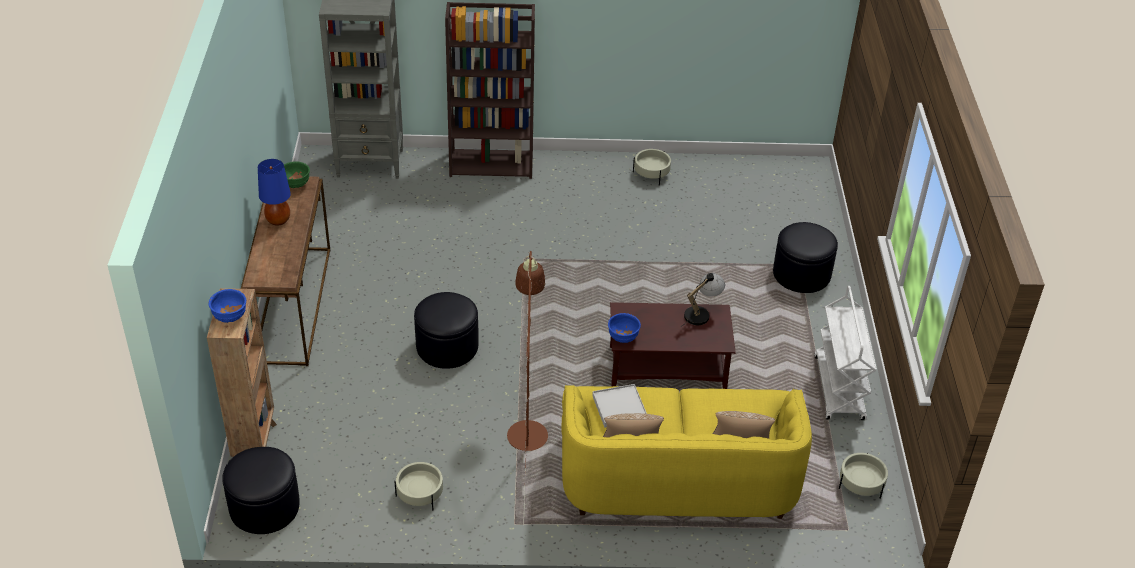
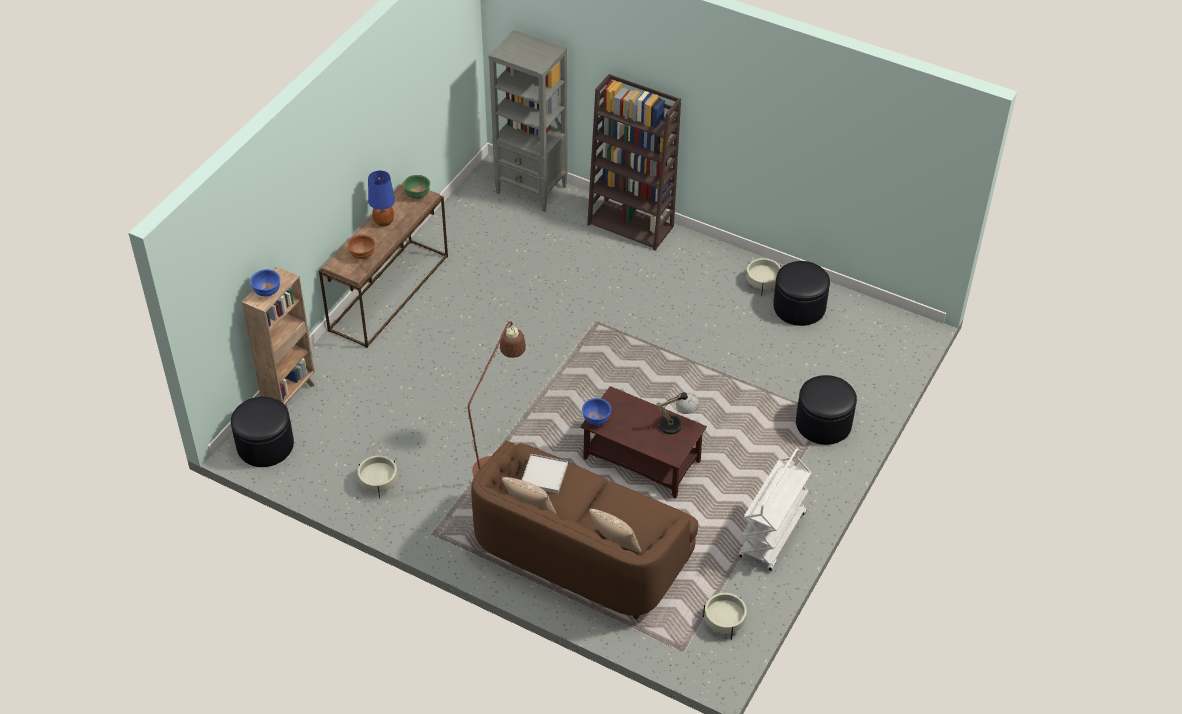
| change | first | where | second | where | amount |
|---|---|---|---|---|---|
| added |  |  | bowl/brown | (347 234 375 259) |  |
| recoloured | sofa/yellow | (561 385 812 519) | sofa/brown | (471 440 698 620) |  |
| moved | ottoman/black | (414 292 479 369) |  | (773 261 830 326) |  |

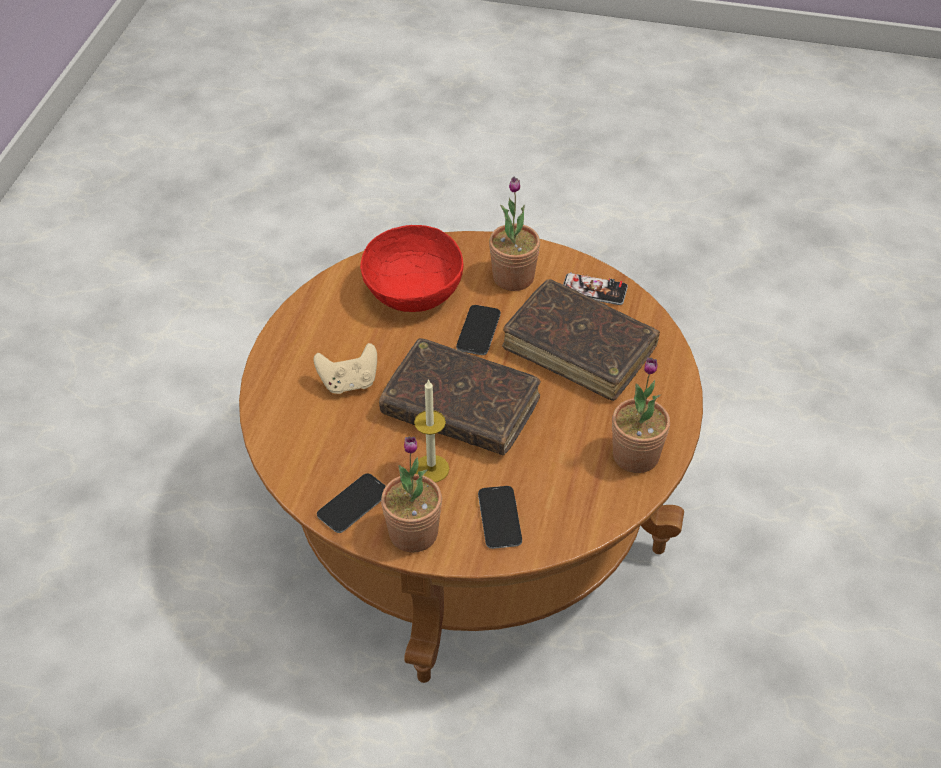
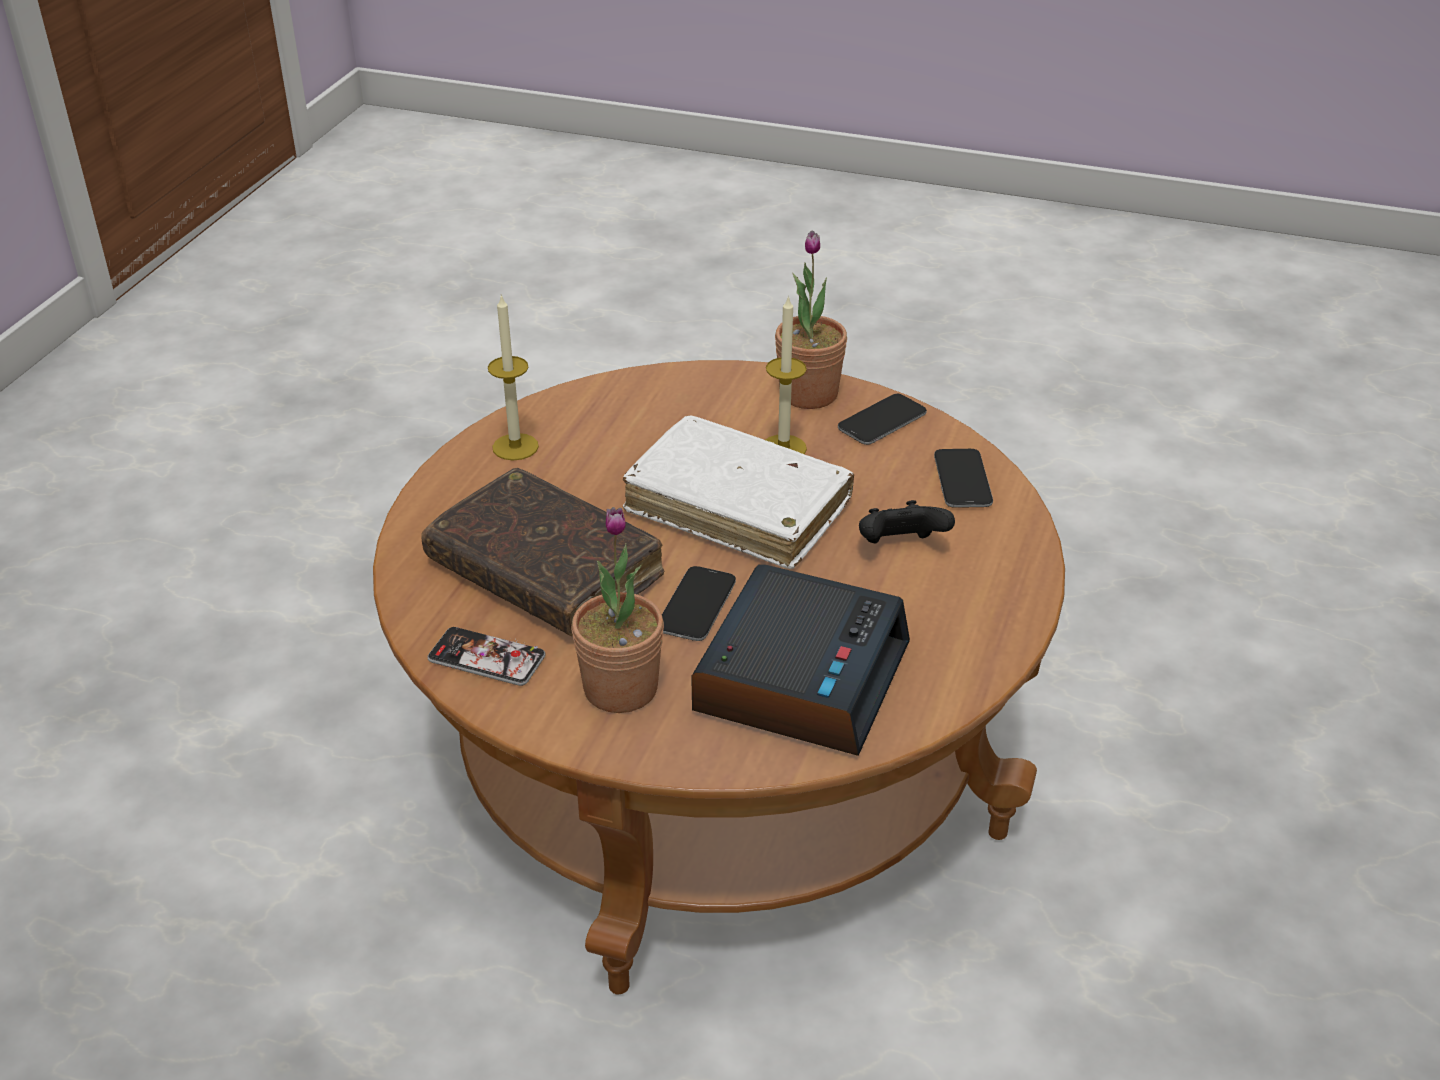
| change | first | where | second | where | amount |
|---|---|---|---|---|---|
| replaced | potted plant | (612 357 670 473) | candle | (488 295 539 460) |  |
| recoloured | book/brown | (379 338 541 456) | book/white | (623 415 854 569) |  |
| replaced | bowl/red | (360 225 464 312) | alarm clock | (691 564 910 756) |  |
| recoloured | game controller/beige | (313 343 377 394) | game controller/black | (859 500 955 544) |  |
| moved | phone | (478 486 522 549) |  | (934 449 993 508) |  |

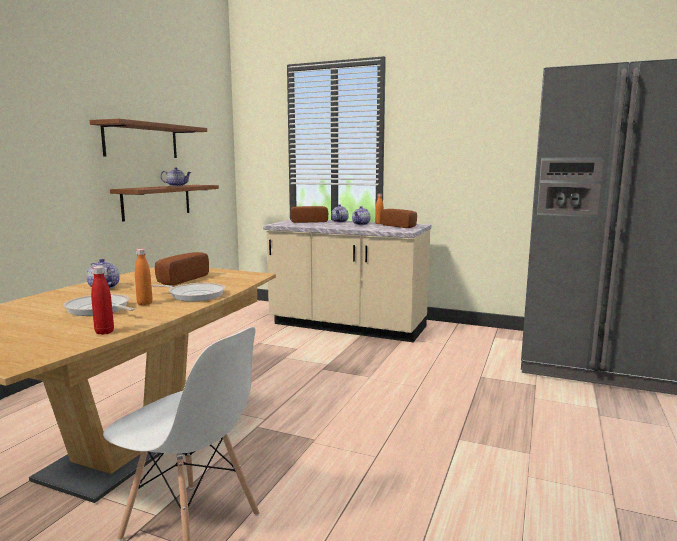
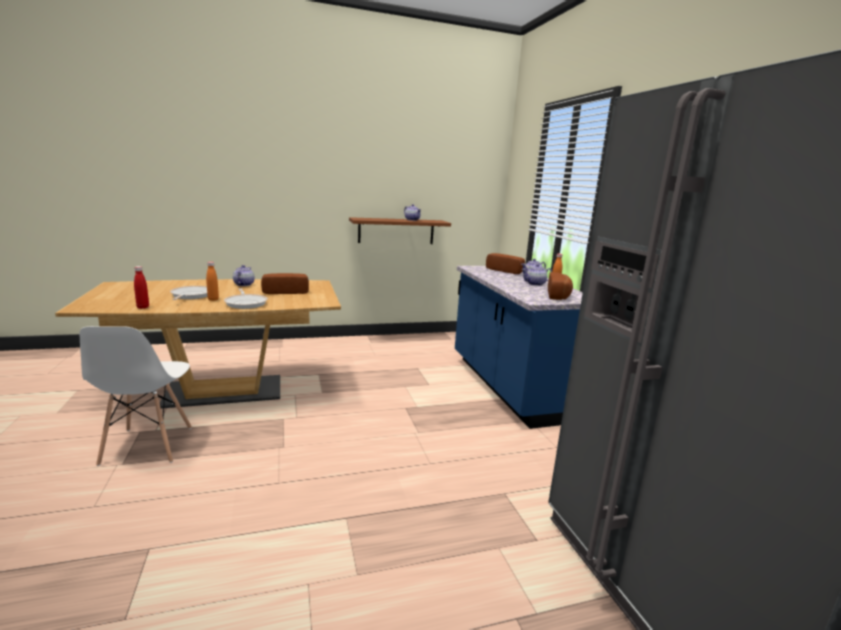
| change | first | where | second | where | amount |
|---|---|---|---|---|---|
| recoloured | counter/beige | (263 220 431 342) | counter/blue | (455 266 583 429) |  |
| removed | shelf/brown | (90 119 207 158) |  |  |  |

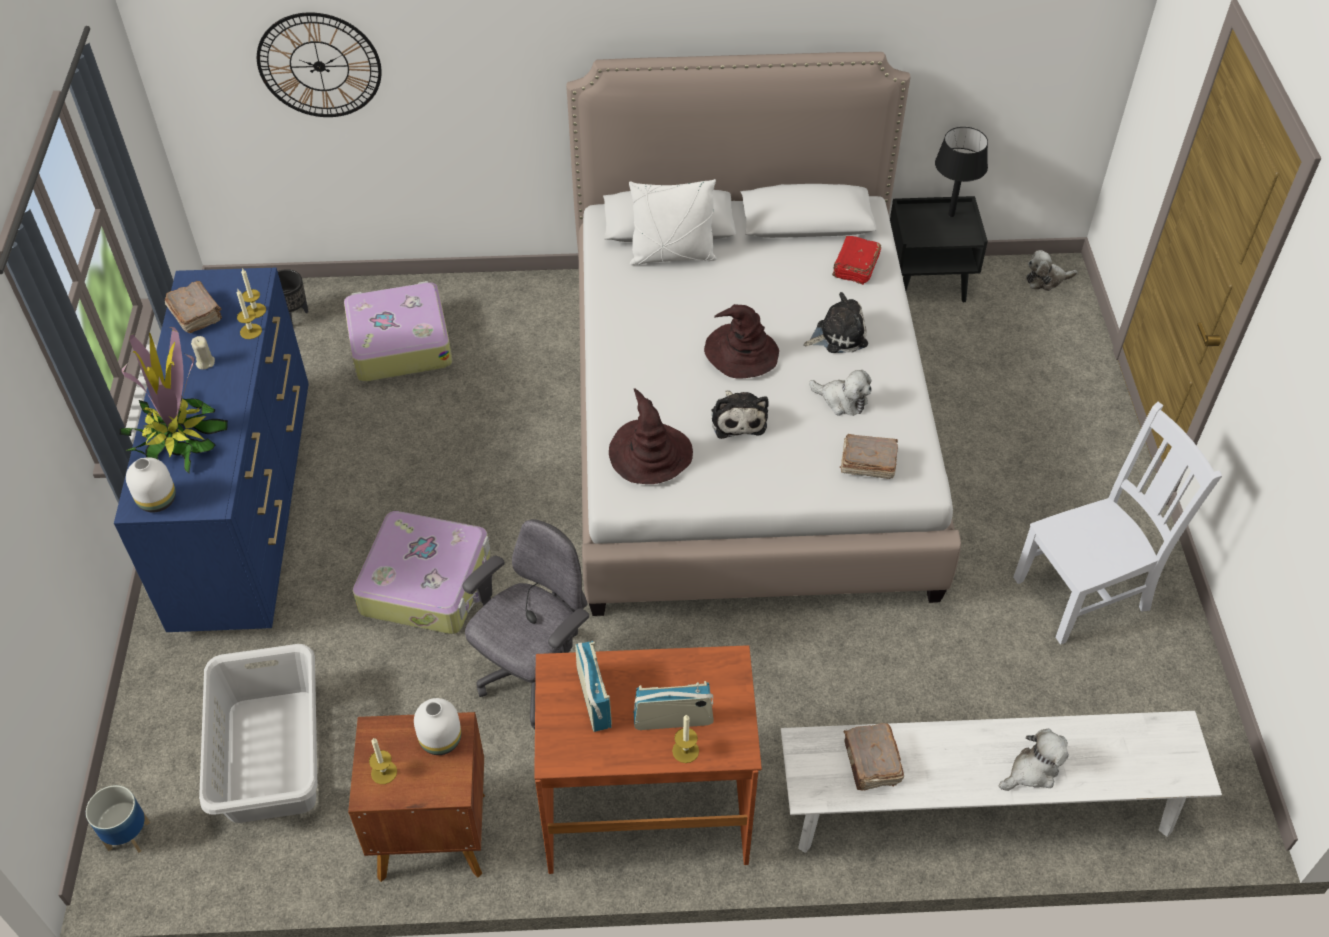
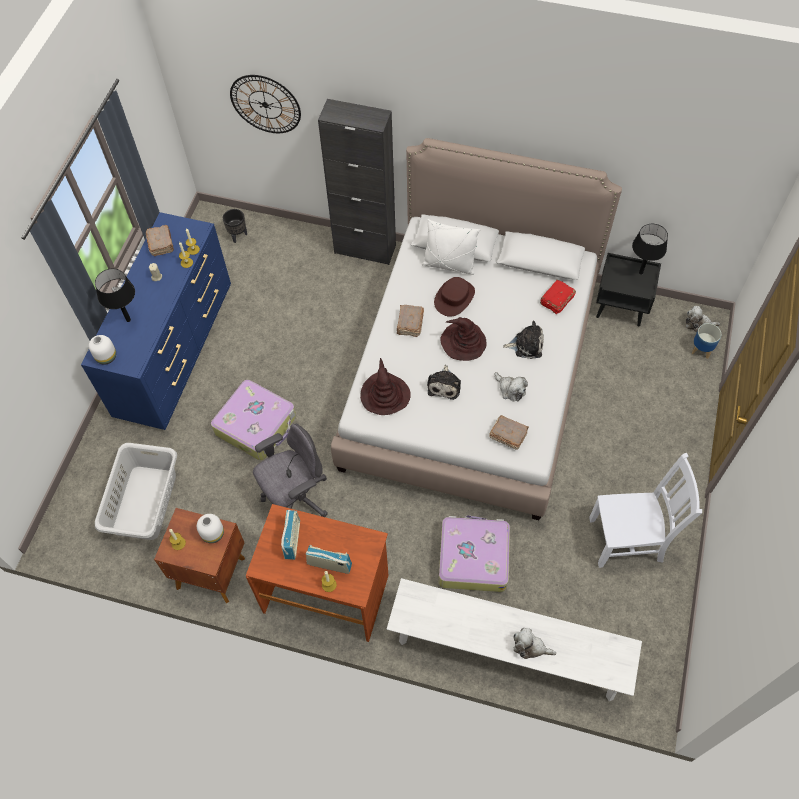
| change | first | where | second | where | amount |
|---|---|---|---|---|---|
| replaced | potted plant | (120 327 228 473) | table lamp/black | (95 268 135 322) |  |
| added |  |  | cabinet/black | (318 99 396 265) |  |
| moved | book/brown | (844 723 904 791) |  | (397 305 424 337) |  |
| added |  |  | hat/brown | (434 277 475 317) |  |
| moved | suitcase | (344 281 452 382) |  | (439 515 510 592) |  |
| turned | plush toy | (999 729 1069 791) |  | (514 628 556 659) | 150 degrees counterclockwise |
| moved | planter | (86 785 150 853) |  | (692 323 721 359) |  |

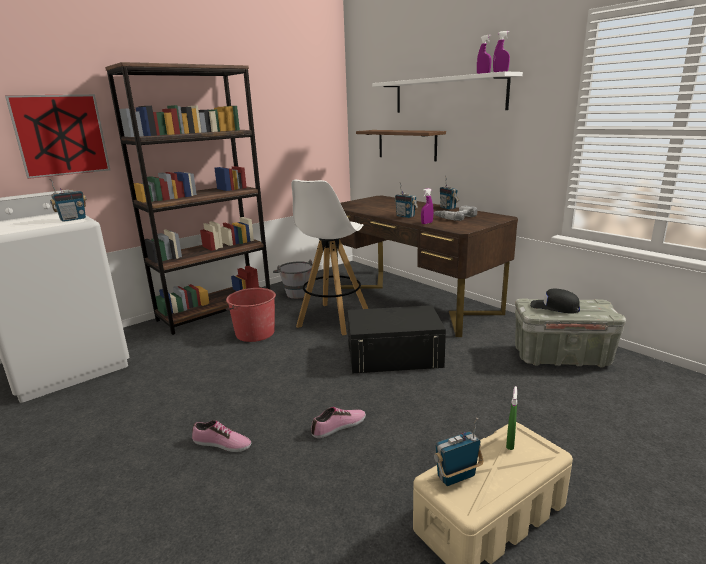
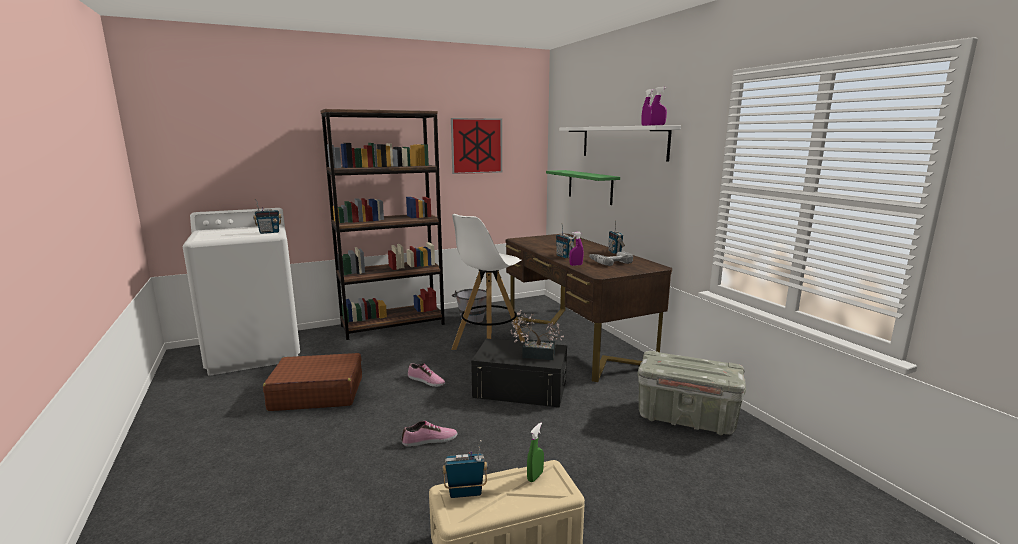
| change | first | where | second | where | amount |
|---|---|---|---|---|---|
| added |  |  | suitcase/brown | (263 353 362 411) |  |
| moved | shoe | (192 420 251 452) |  | (408 363 445 387) |  |
| moved | picture | (5 94 110 179) |  | (451 118 502 174) |  |
| added |  |  | potted plant | (510 310 564 360) |  |
| recoloured | shelf/brown | (356 130 446 161) | shelf/green | (546 170 620 205) |  |
| removed | bucket/red | (226 288 276 342) |  |  |  |
| removed | cap/black | (530 288 580 314) |  |  |  |

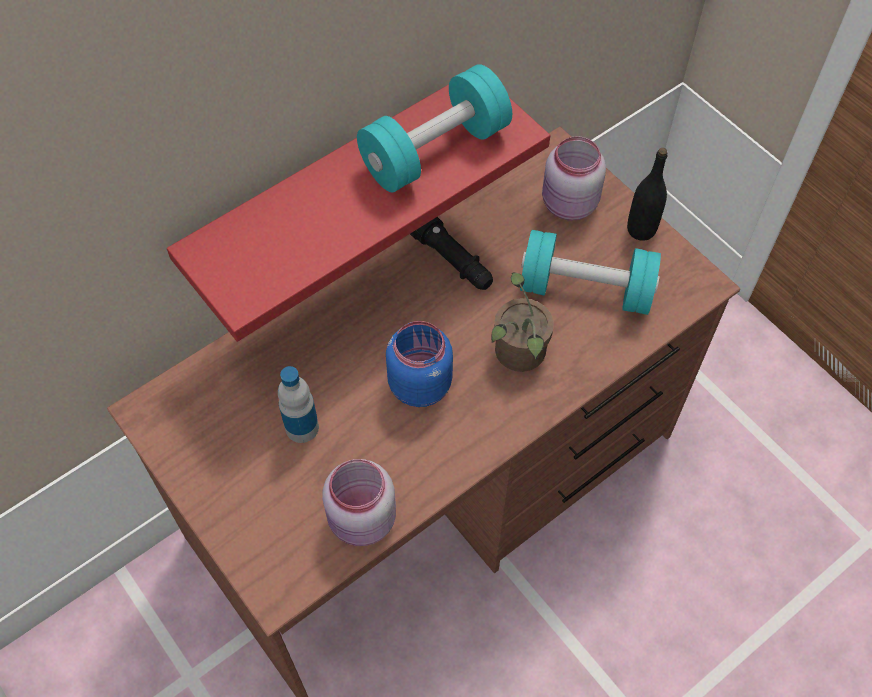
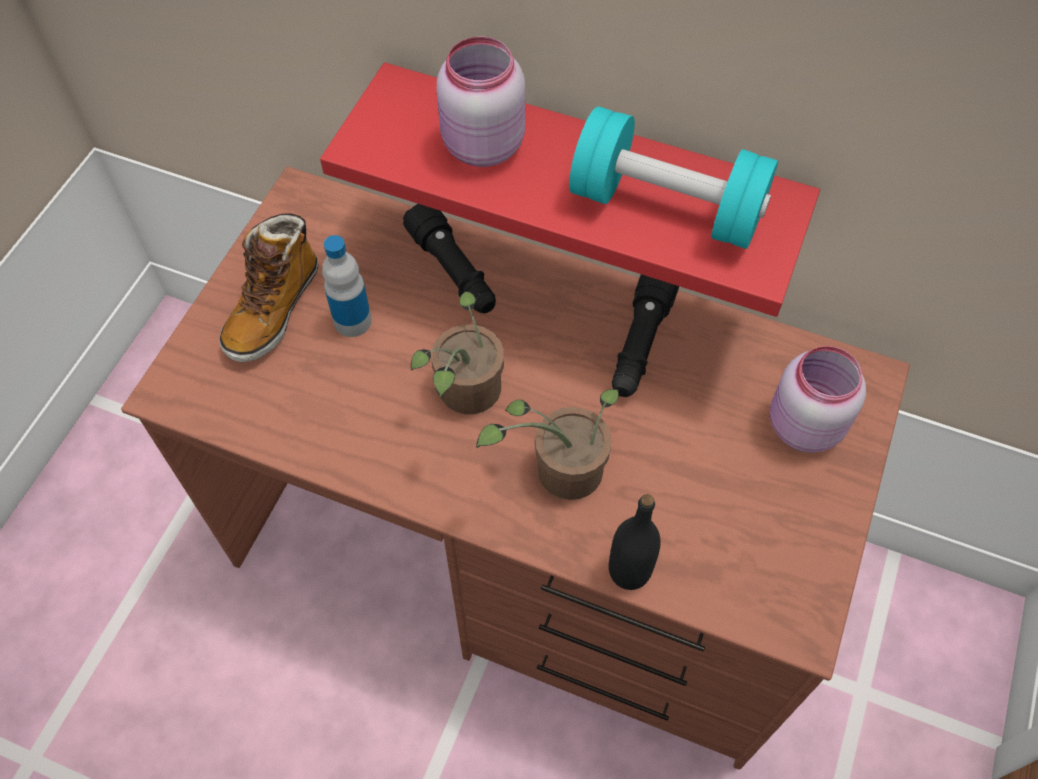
| change | first | where | second | where | amount |
|---|---|---|---|---|---|
| added |  |  | boot | (219 213 318 362) |  |
| added |  |  | flashlight/black | (403 204 496 313) |  |
| replaced | jar/blue | (386 321 453 407) | potted plant | (411 291 504 414) |  |
| moved | jar/pink | (322 459 396 546) |  | (437 37 525 167) |  |
| moved | bottle/black | (627 148 668 241) |  | (609 494 661 590) |  |
| removed | dumbbell/turquoise | (520 230 661 315) |  |  |  |

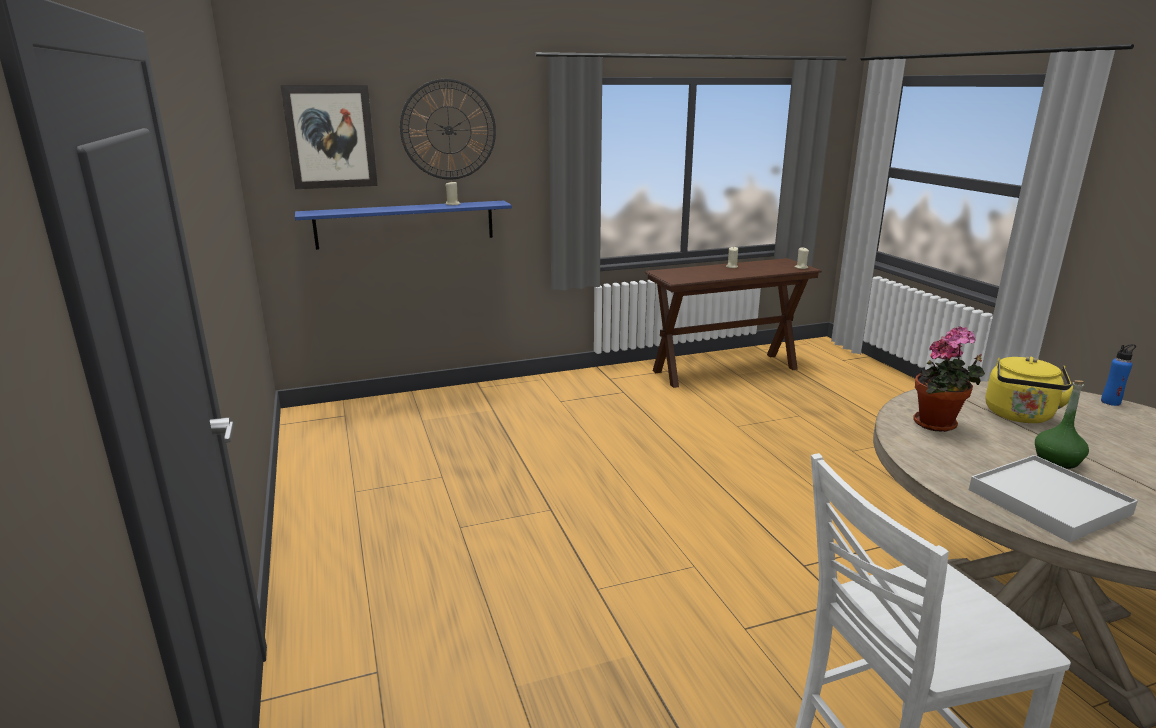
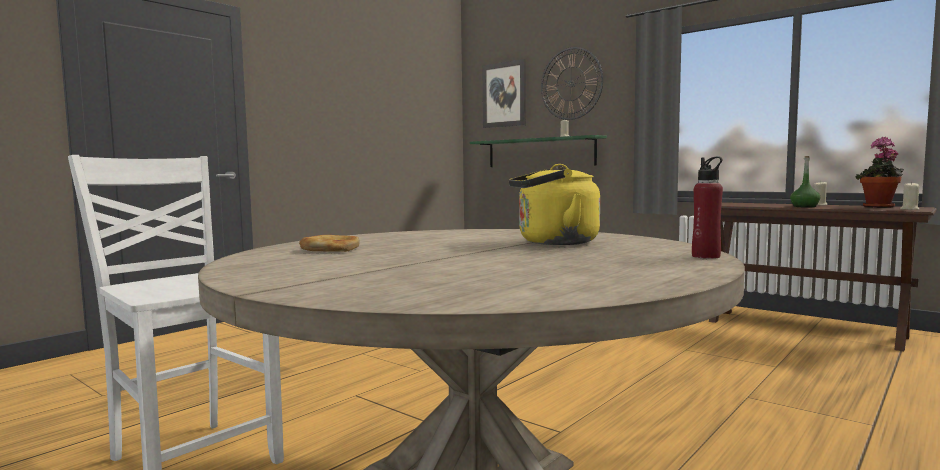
| change | first | where | second | where | amount |
|---|---|---|---|---|---|
| replaced | tray/white | (969 455 1138 543) | bread | (299 235 360 252) |  |
| recoloured | shelf/blue | (295 201 512 250) | shelf/green | (470 135 607 167) |  |
| recoloured | bottle/blue | (1101 344 1136 406) | bottle/red | (692 157 723 259) |  |
| moved | bottle/green | (1035 380 1089 469) |  | (790 156 820 207) |  |
| moved | potted plant | (913 327 985 432) |  | (856 137 904 208) |  |

